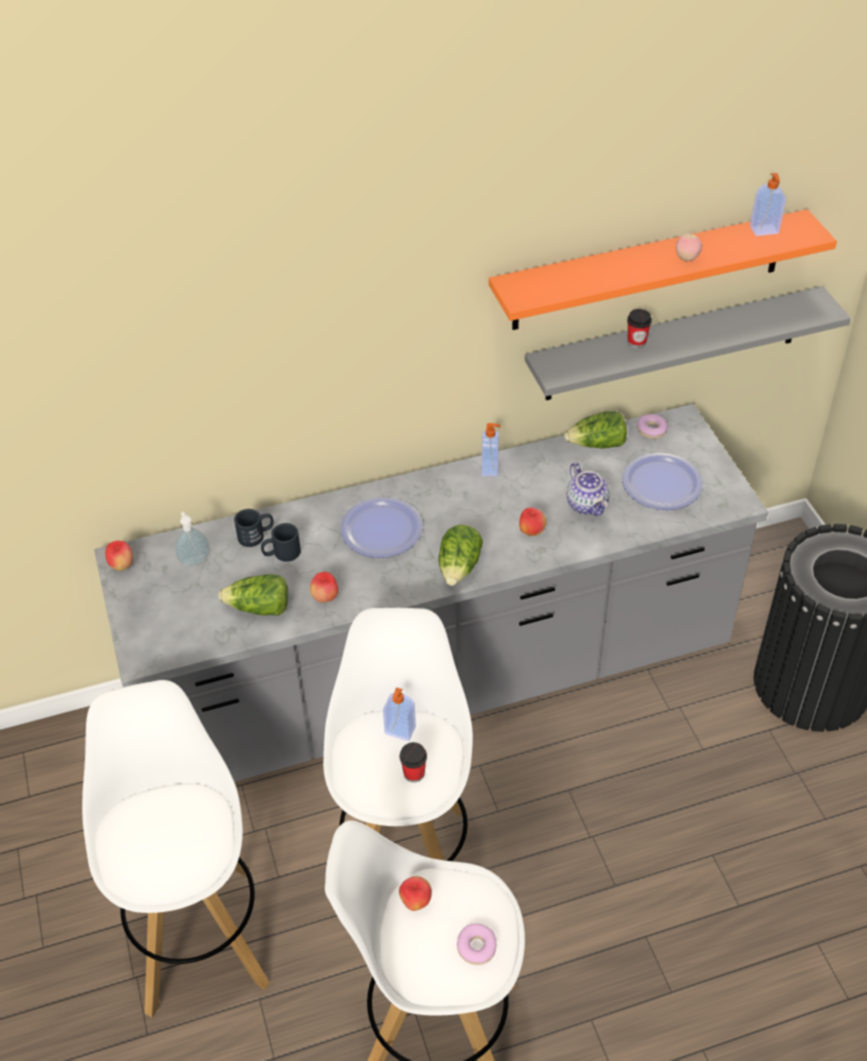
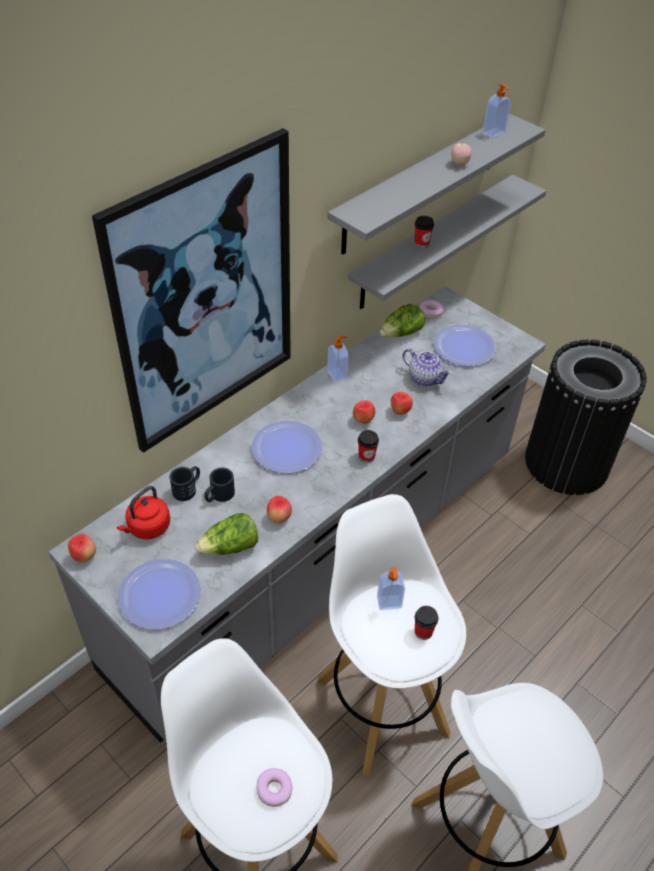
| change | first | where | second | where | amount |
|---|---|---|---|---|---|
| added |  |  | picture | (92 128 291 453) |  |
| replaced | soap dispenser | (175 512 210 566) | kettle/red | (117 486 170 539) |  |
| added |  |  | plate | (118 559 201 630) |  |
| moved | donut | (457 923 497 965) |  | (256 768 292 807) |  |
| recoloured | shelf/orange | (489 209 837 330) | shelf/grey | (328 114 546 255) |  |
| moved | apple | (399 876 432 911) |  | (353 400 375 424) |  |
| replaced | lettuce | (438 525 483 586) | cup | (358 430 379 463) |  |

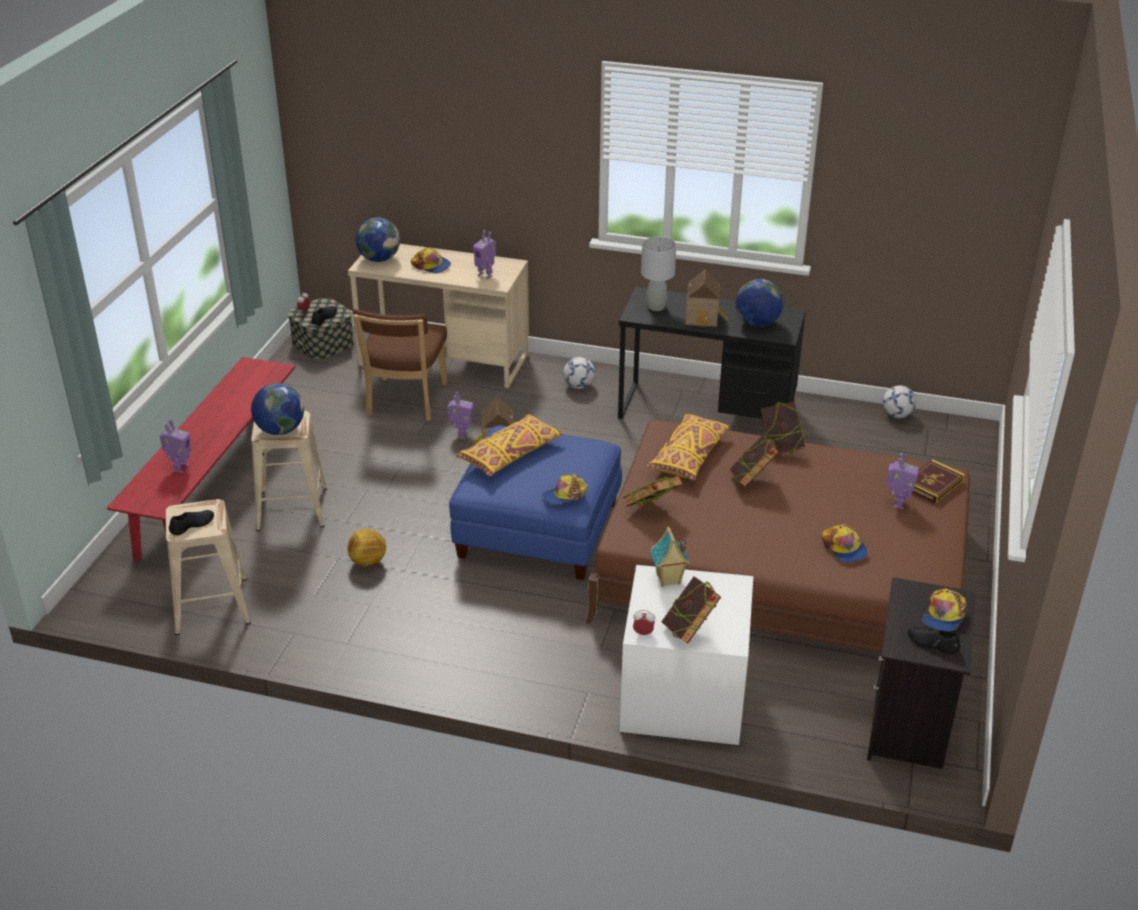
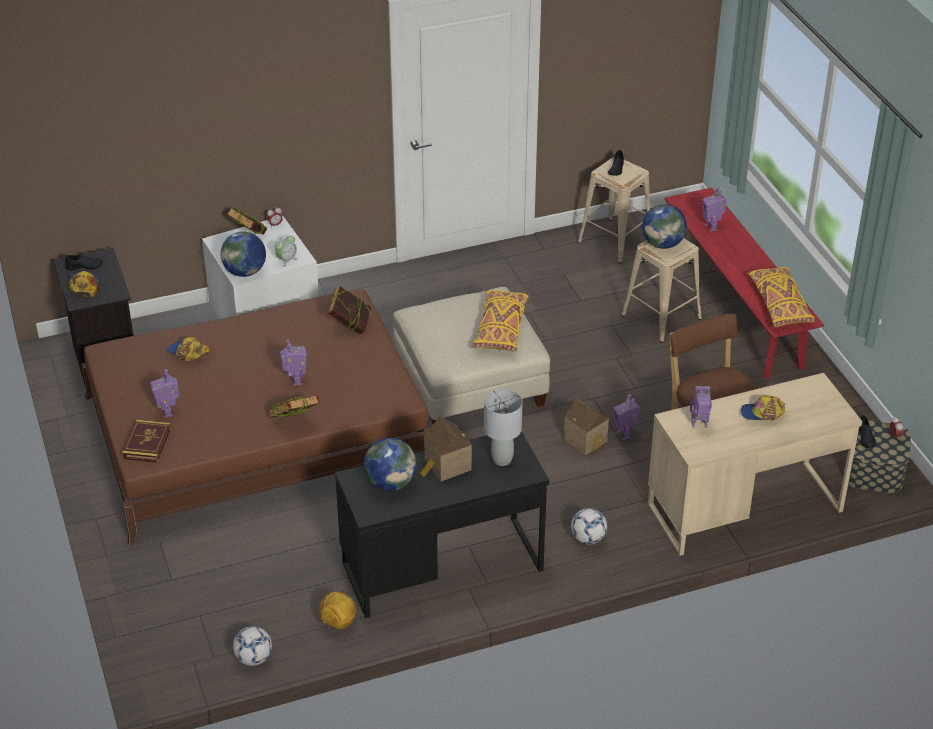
| change | first | where | second | where | amount |
|---|---|---|---|---|---|
| moved | globe | (356 217 400 262) |  | (221 232 266 277) |  |
| replaced | toy house | (650 526 690 587) | alarm clock | (275 235 298 267) |  |
| replaced | book | (730 435 779 487) | toy robot | (280 340 307 386) |  |
| moved | football | (347 529 386 567) |  | (318 591 356 630) |  |
| recoloured | ottoman/blue | (449 426 622 580) | ottoman/beige | (393 287 550 425) |  |
| moved | pillow/yellow | (647 414 730 480) |  | (747 267 815 327) |  |
| removed | cap | (543 474 588 504) |  |  |  |

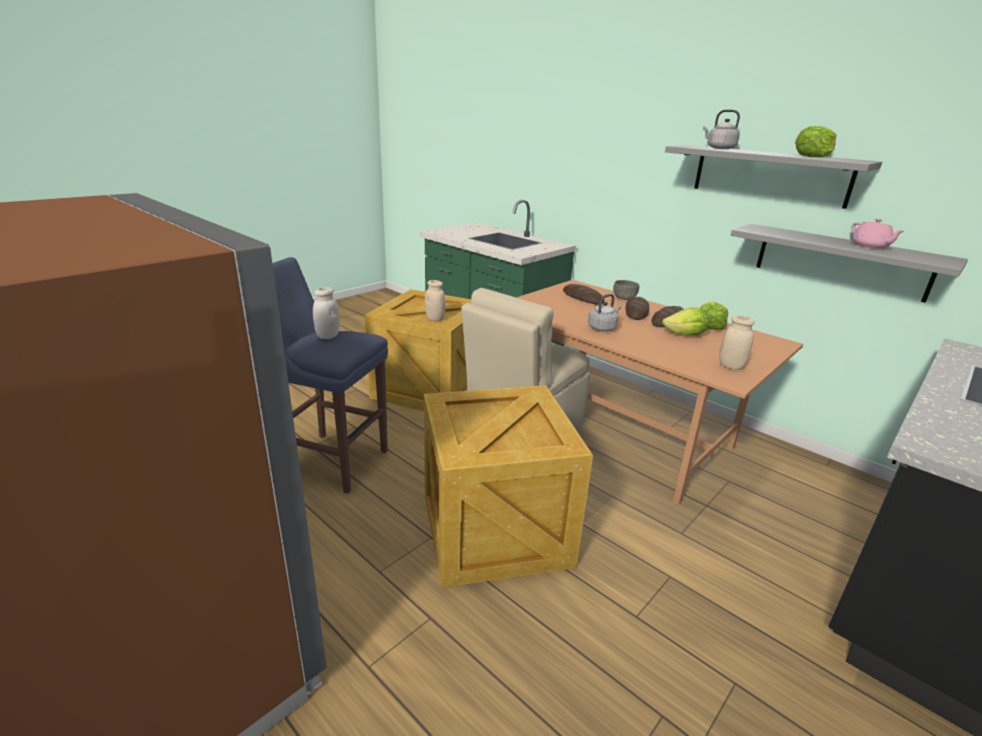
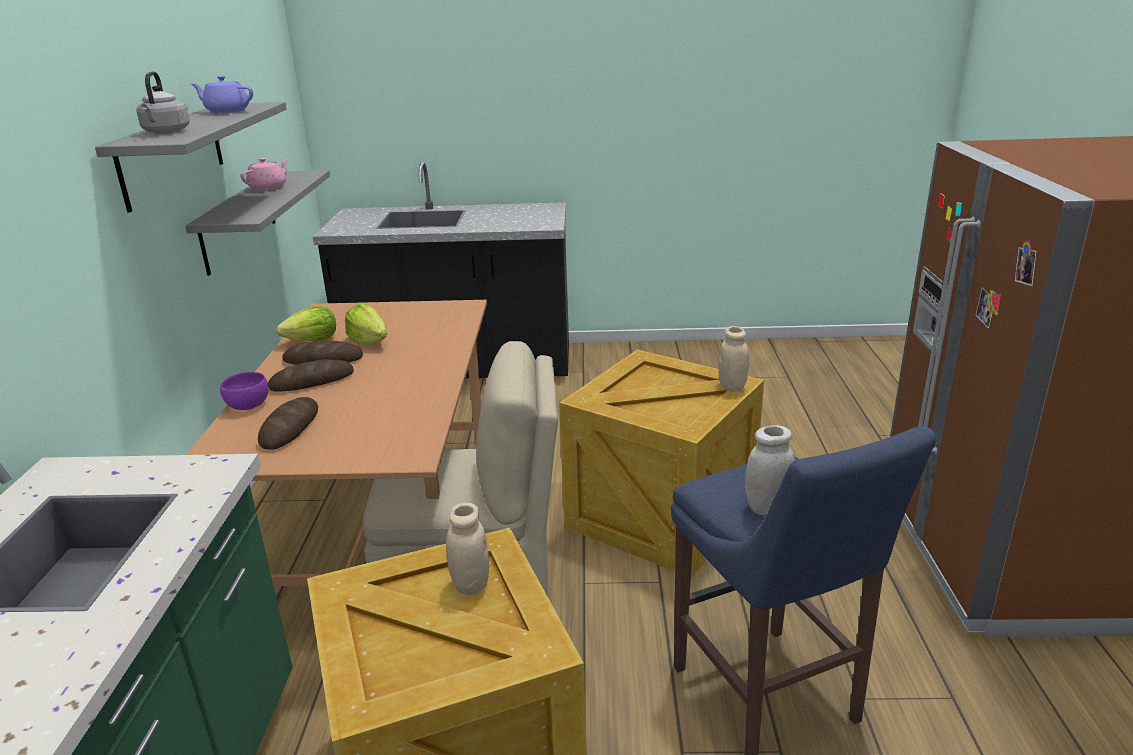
| change | first | where | second | where | amount |
|---|---|---|---|---|---|
| replaced | lettuce | (795 126 837 157) | teapot/purple | (191 76 253 113) |  |
| recoloured | bowl/grey | (613 280 639 300) | bowl/purple | (220 372 268 410) |  |
| moved | jar/beige | (719 316 755 370) |  | (719 326 749 392) |  |
| removed | kettle/grey | (588 294 621 331) |  |  |  |

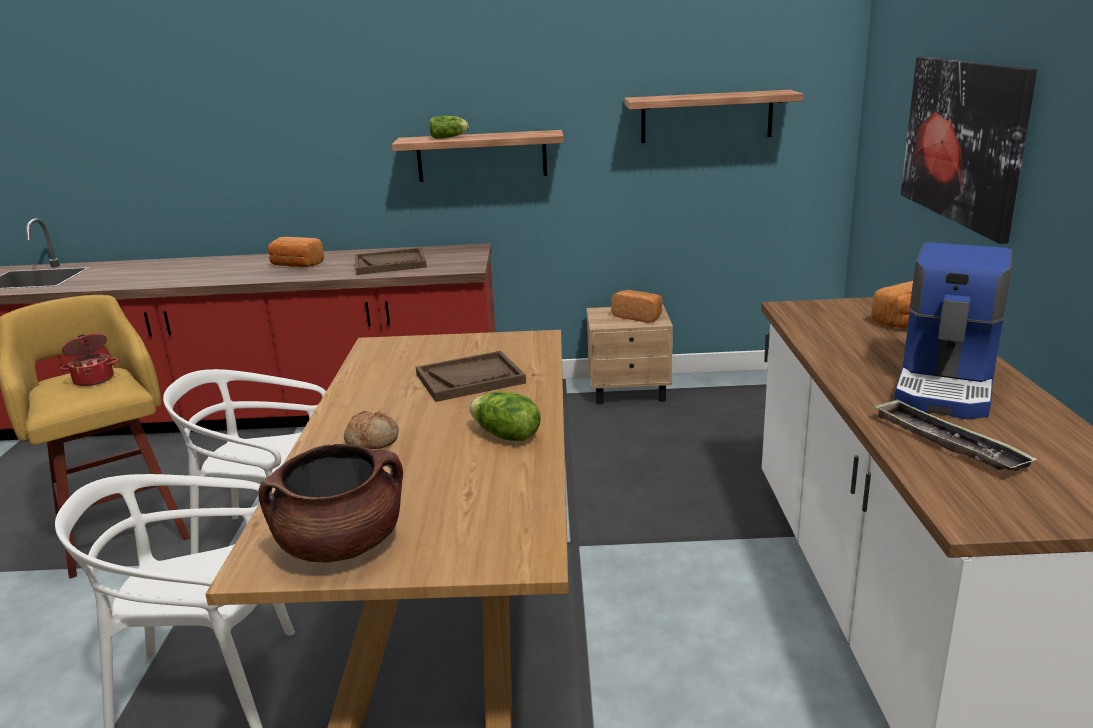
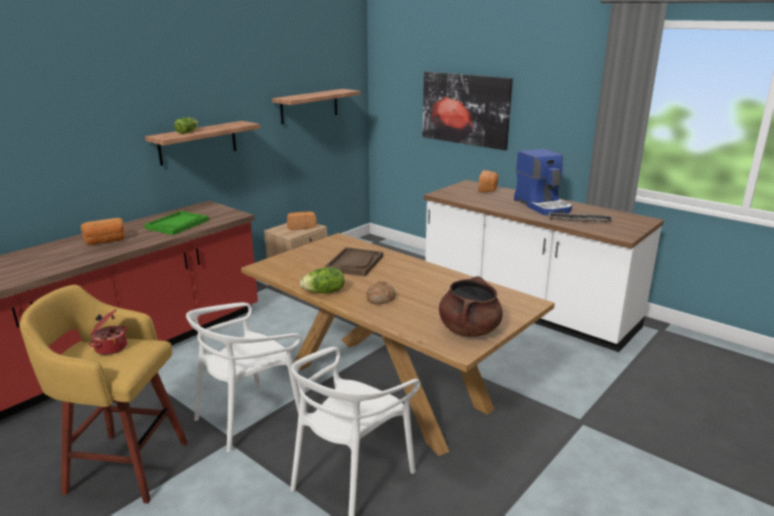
| change | first | where | second | where | amount |
|---|---|---|---|---|---|
| recoloured | tray/brown | (354 248 427 275) | tray/green | (144 211 209 235) |  |
| moved | lettuce | (469 391 541 441) |  | (300 267 344 294) |  |

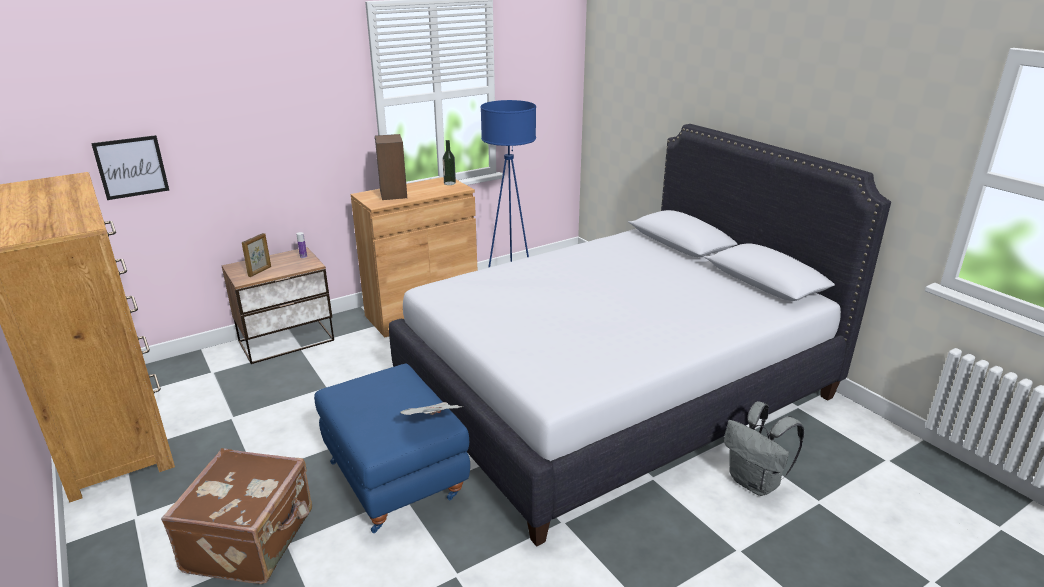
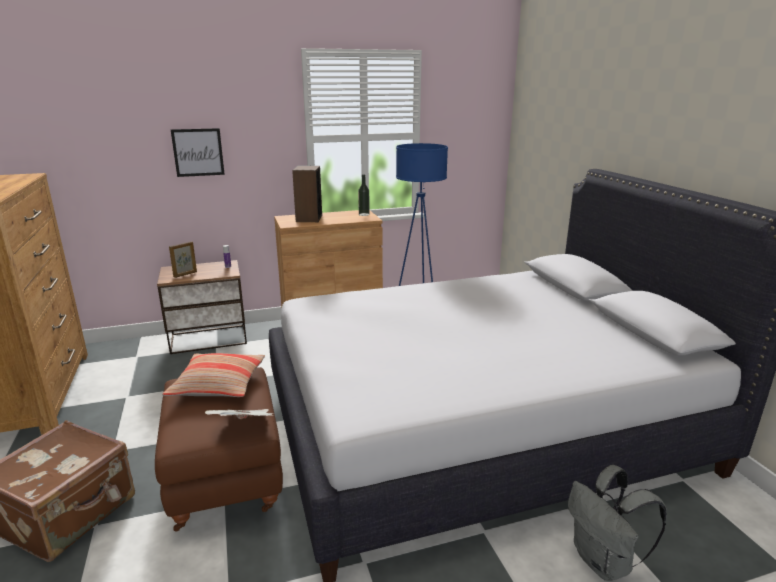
| change | first | where | second | where | amount |
|---|---|---|---|---|---|
| recoloured | ottoman/blue | (314 363 470 533) | ottoman/brown | (155 367 283 532) |  |
| added |  |  | pillow | (163 353 265 397) |  |
| moved | picture | (91 135 169 200) |  | (171 128 225 177) |  |

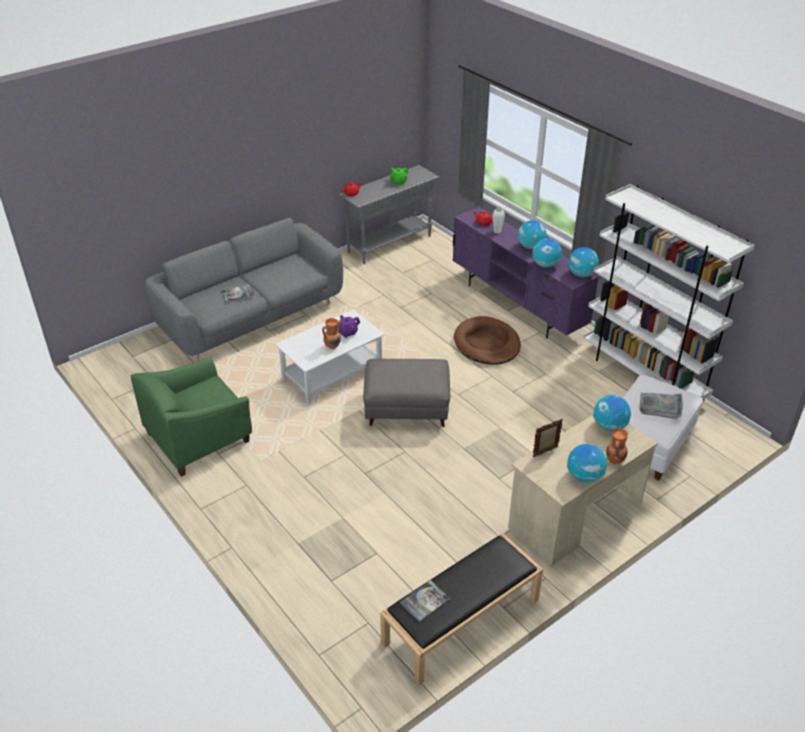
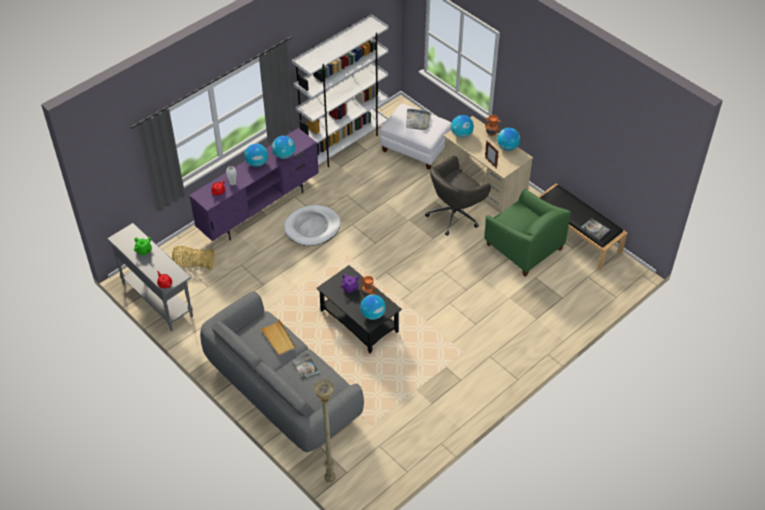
| change | first | where | second | where | amount |
|---|---|---|---|---|---|
| added |  |  | basket | (172 246 214 270) |  |
| added |  |  | tray/beige | (260 319 296 356) |  |
| recoloured | dog bed/brown | (454 316 521 365) | dog bed/white | (284 205 341 246) |  |
| added |  |  | floor lamp/beige | (314 379 336 483) |  |
| recoloured | coffee table/white | (275 309 385 405) | coffee table/black | (316 265 402 353) |  |
| moved | globe | (568 247 599 277) |  | (360 295 386 320) |  |
| added |  |  | office chair/grey | (425 156 491 236) |  |
| moved | armchair/green | (131 358 252 477) |  | (484 189 571 277) |  |
| removed | ottoman/grey | (363 358 450 427) |  |  |  |

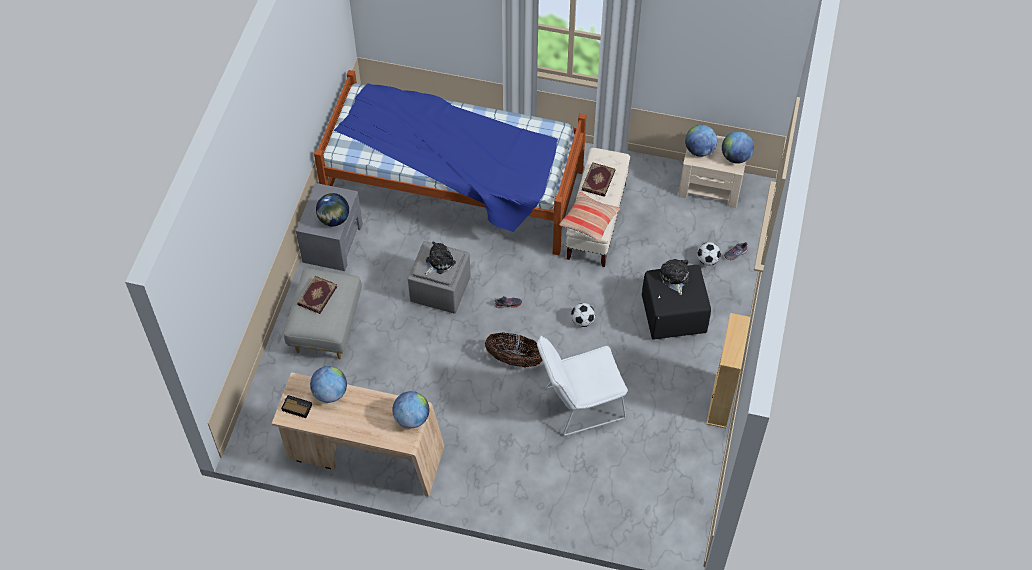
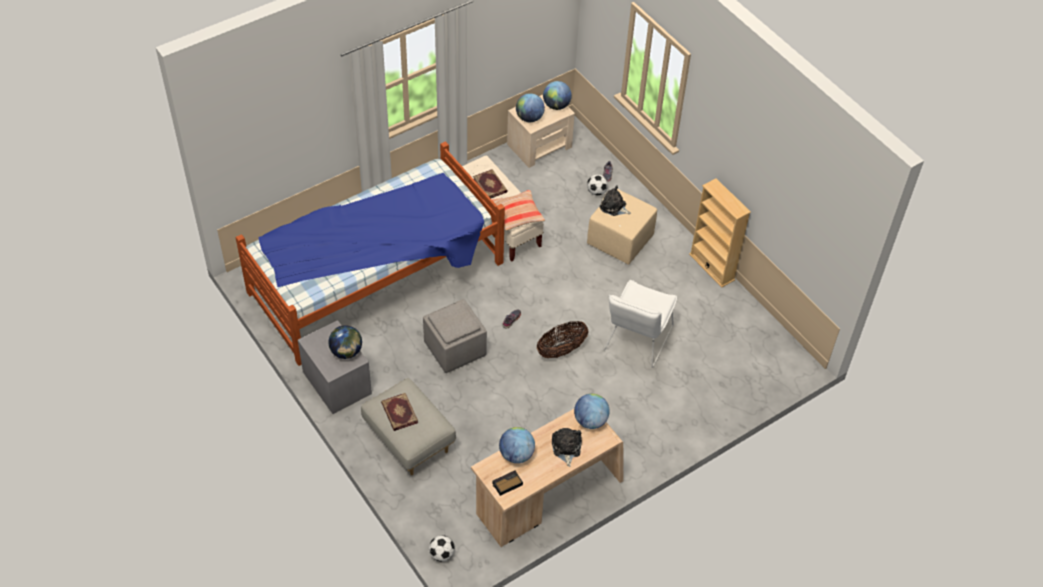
| change | first | where | second | where | amount |
|---|---|---|---|---|---|
| moved | football | (571 303 595 327) |  | (429 535 455 562) |  |
| moved | plush toy | (425 242 456 276) |  | (552 428 582 467) |  |
| recoloured | ottoman/black | (642 265 711 340) | ottoman/beige | (587 189 657 265) |  |

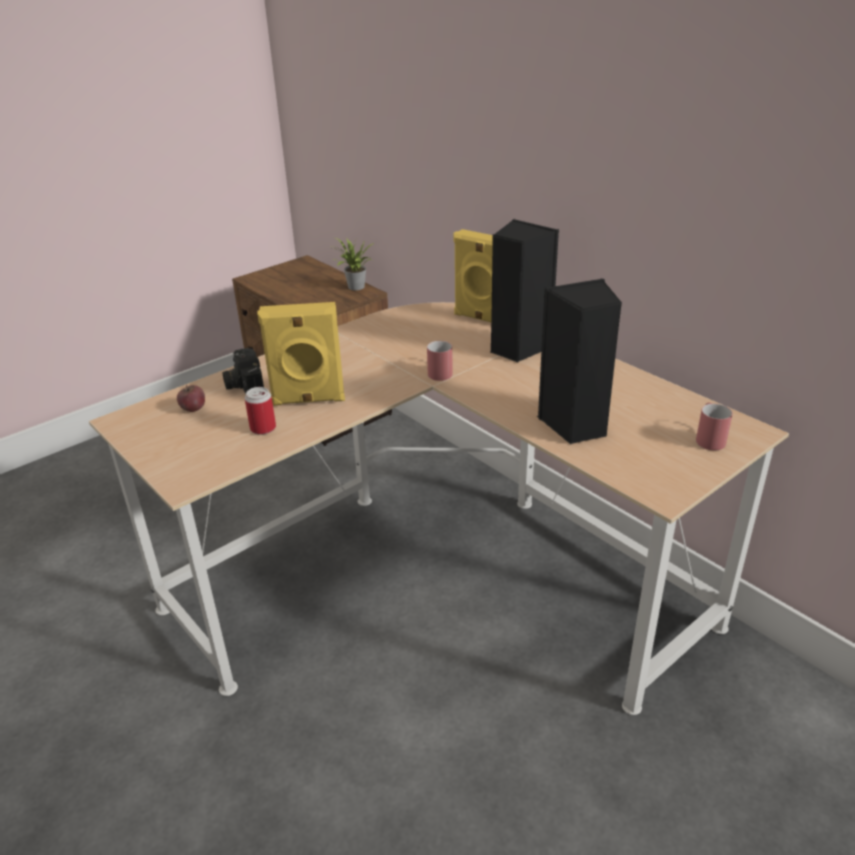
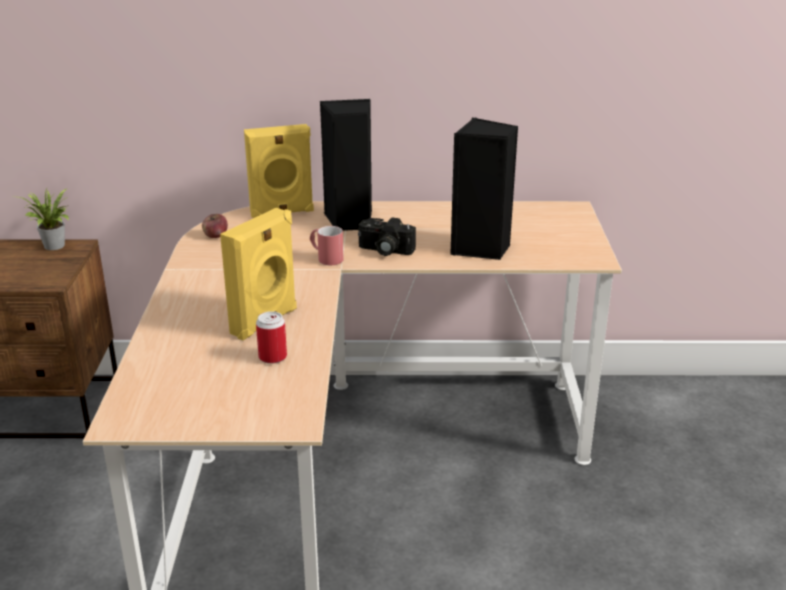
| change | first | where | second | where | amount |
|---|---|---|---|---|---|
| moved | apple | (177 385 205 412) |  | (202 214 228 238) |  |
| moved | photo camera | (222 348 264 394) |  | (358 217 416 256) |  |
| removed | mug/red | (696 403 733 450) |  |  |  |

